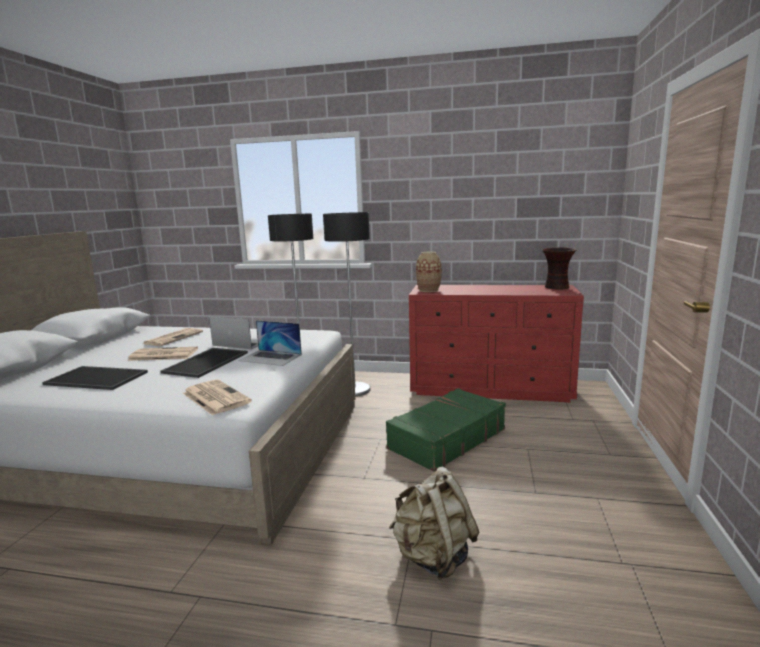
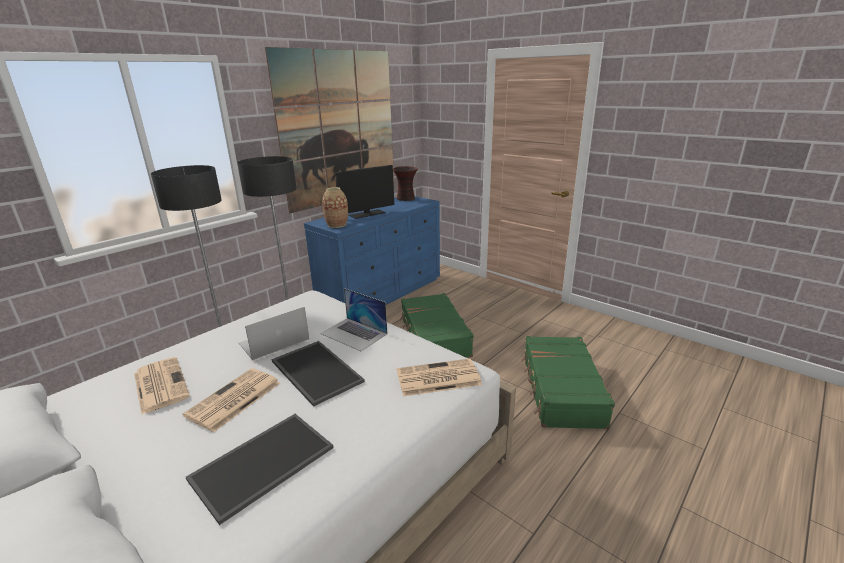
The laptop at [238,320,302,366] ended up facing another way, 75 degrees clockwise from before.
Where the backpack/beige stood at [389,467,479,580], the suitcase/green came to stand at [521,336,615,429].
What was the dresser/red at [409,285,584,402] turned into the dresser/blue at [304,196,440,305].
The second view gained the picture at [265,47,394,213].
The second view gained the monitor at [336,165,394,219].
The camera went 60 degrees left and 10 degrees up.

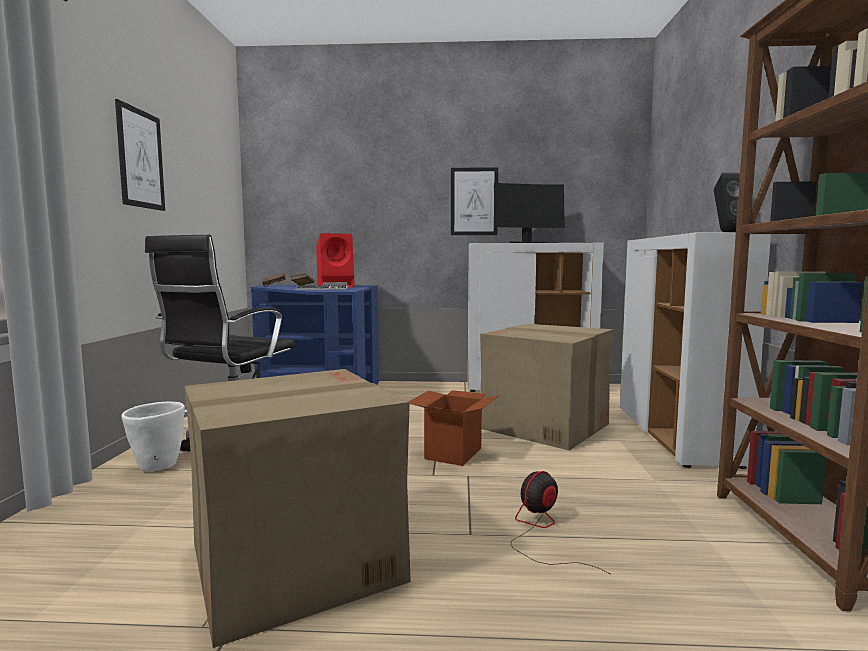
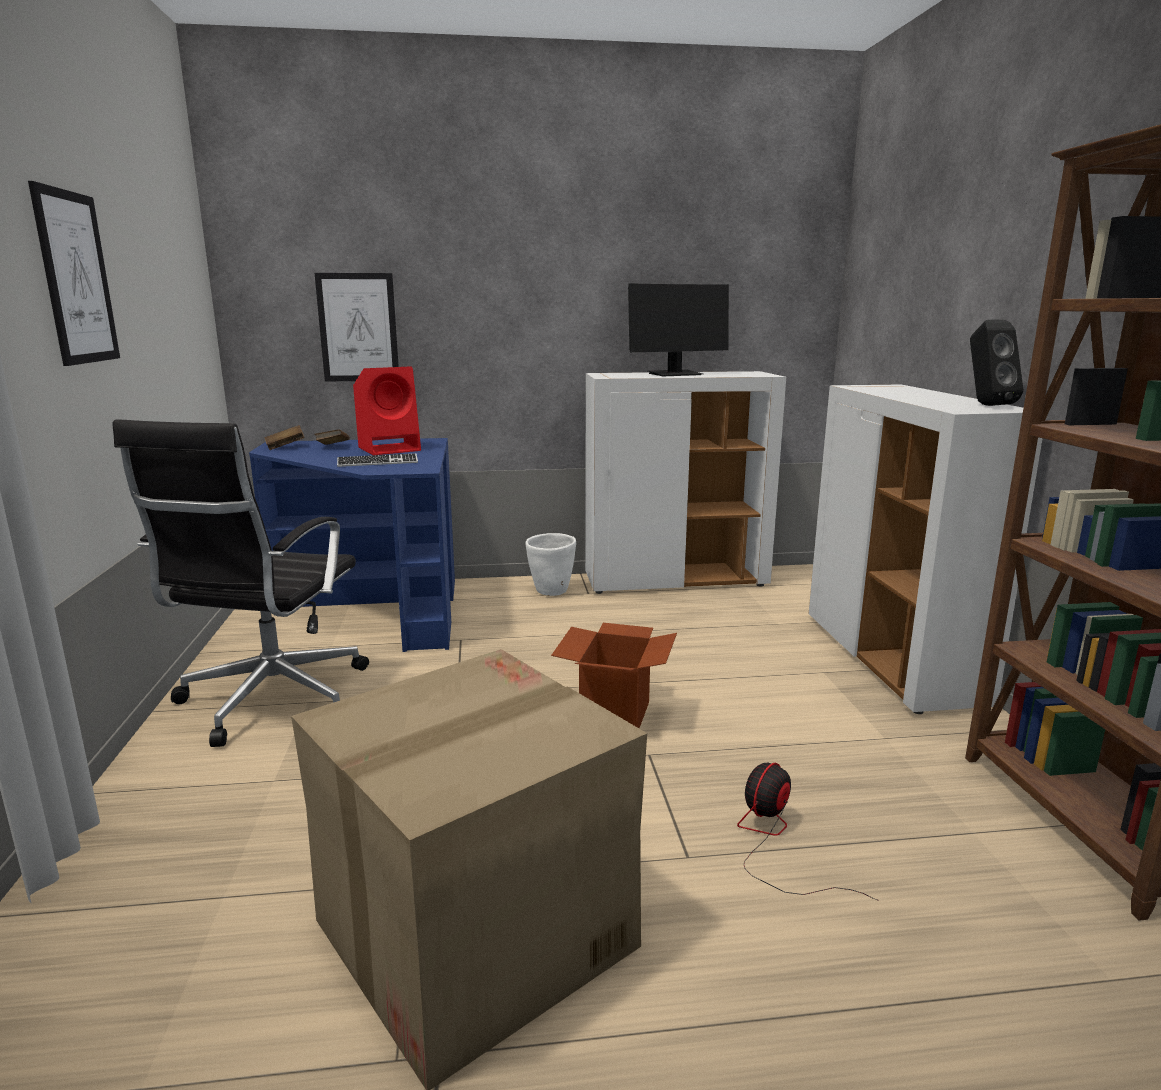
The planter/white ended up elsewhere, having gone from [121,402,185,471] to [526,533,576,596].
The picture ended up elsewhere, having gone from [451,167,498,235] to [315,273,399,381].
The second view lost the cardboard box at [480,324,614,450].
The camera went 10 degrees left and 10 degrees up.

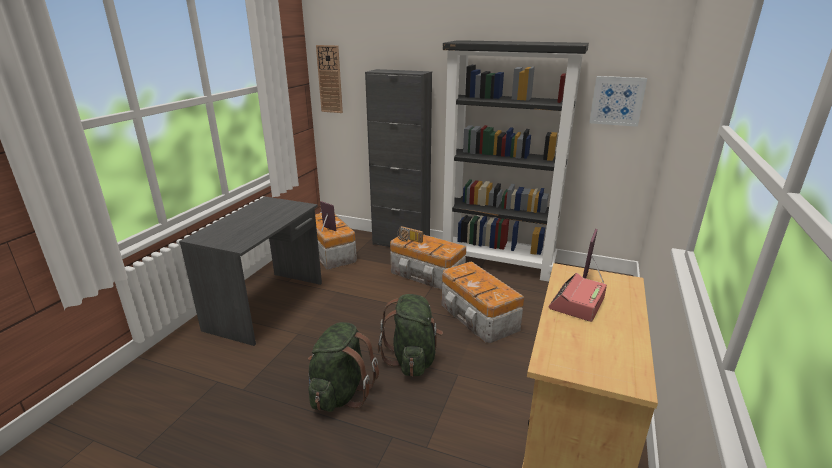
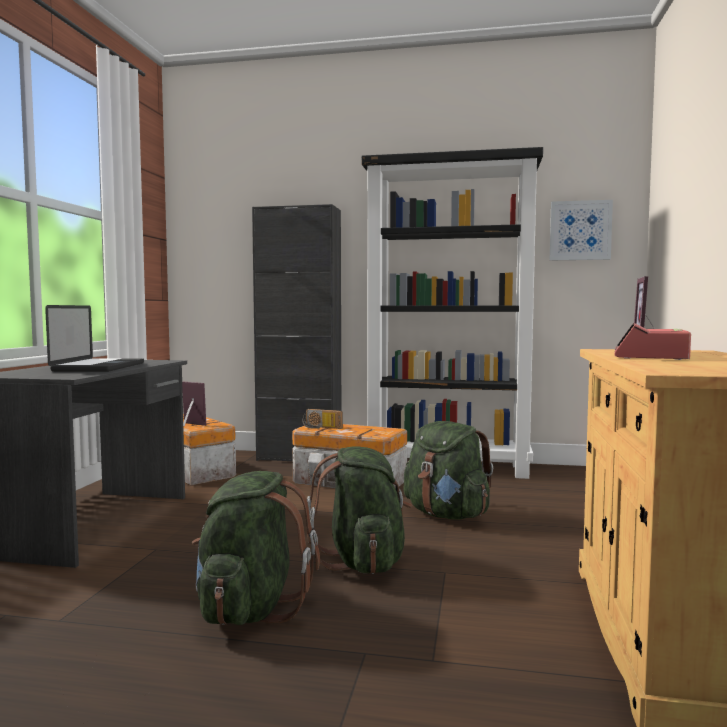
The second view lost the wall clock at [316,45,343,113].
Where the storage box stood at [442,261,524,343], the backpack/green came to stand at [403,421,493,520].
The second view gained the laptop at [45,305,144,372].
The camera went 10 degrees left and 20 degrees down.

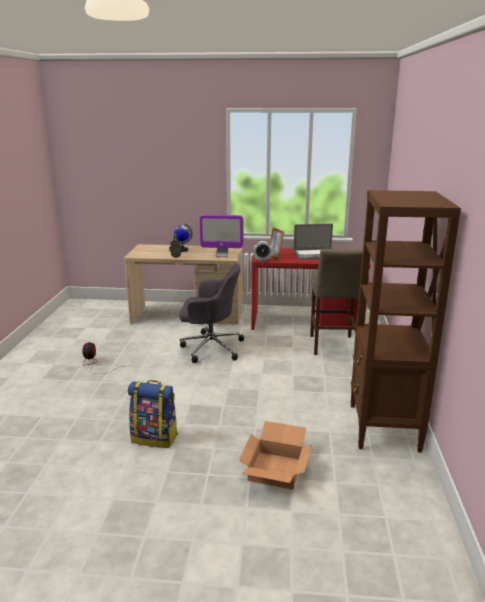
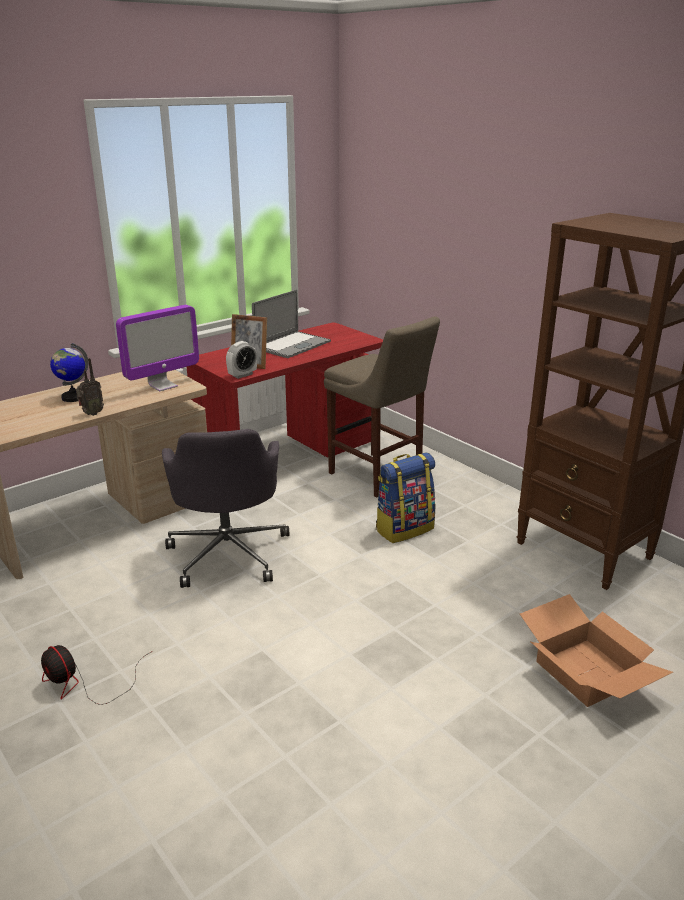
The backpack ended up elsewhere, having gone from [128,380,178,448] to [376,452,436,543].
The office chair/grey at [179,263,244,363] ended up facing another way, 120 degrees clockwise from before.
The camera went 45 degrees left and 5 degrees up.

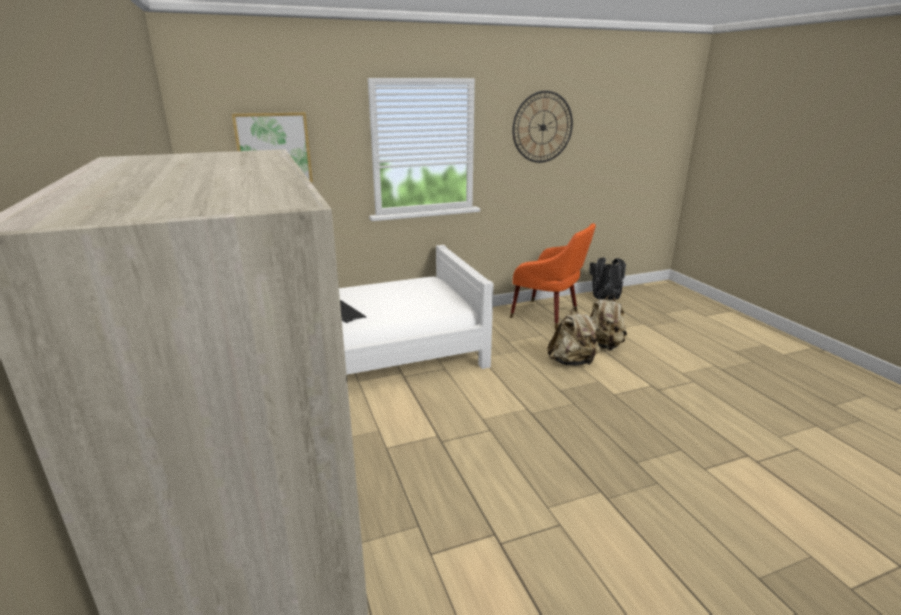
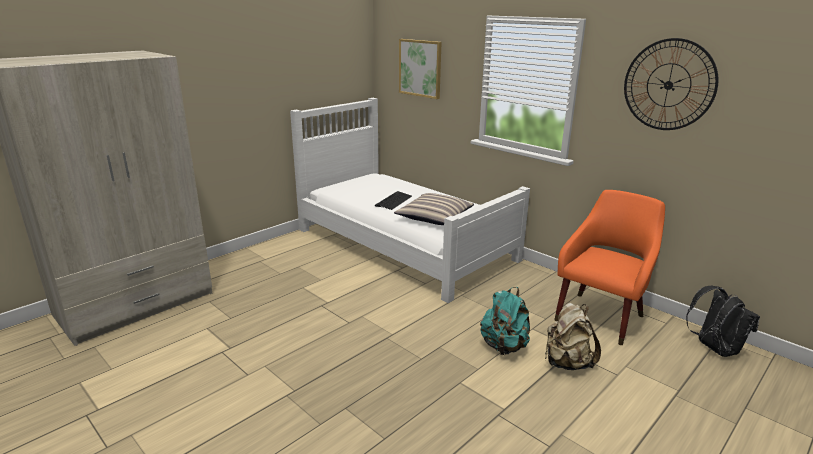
The armchair/orange at [510,223,596,330] ended up facing another way, 150 degrees counterclockwise from before.
What was the backpack/beige at [547,307,600,366] turned into the backpack/turquoise at [480,287,530,355].
The second view gained the pillow at [394,193,474,225].
The camera went 65 degrees right and 0 degrees up.

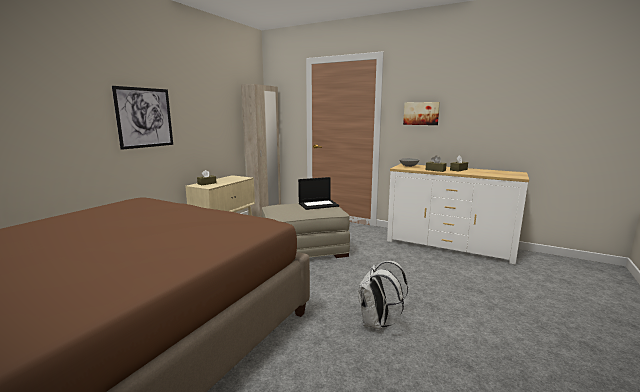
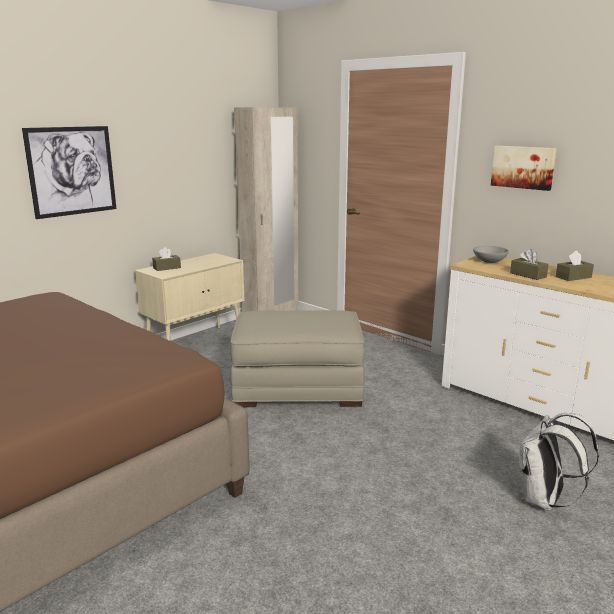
The second view lost the laptop at [298,177,339,210].
The backpack/white ended up elsewhere, having gone from [358,261,408,330] to [519,413,599,510].
The camera went 15 degrees right and 5 degrees up.

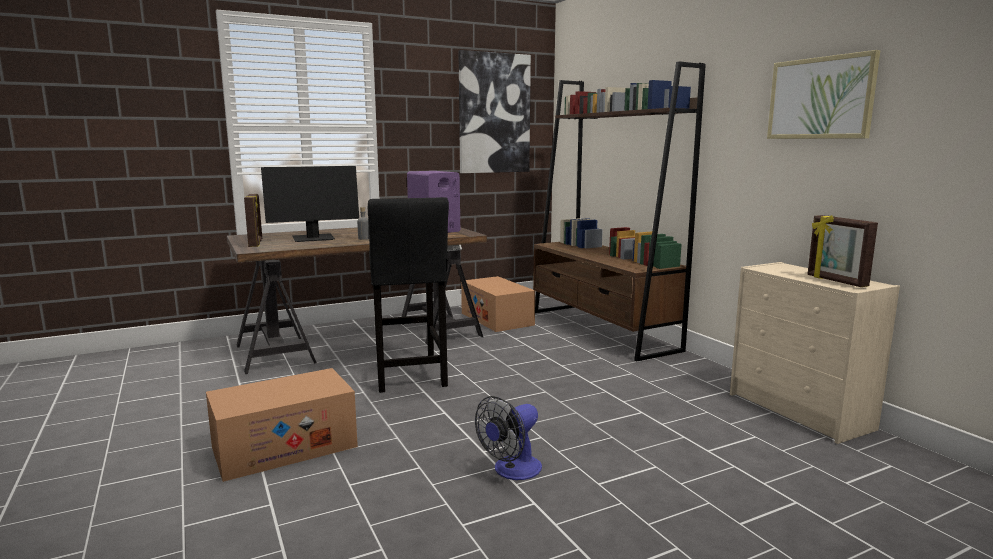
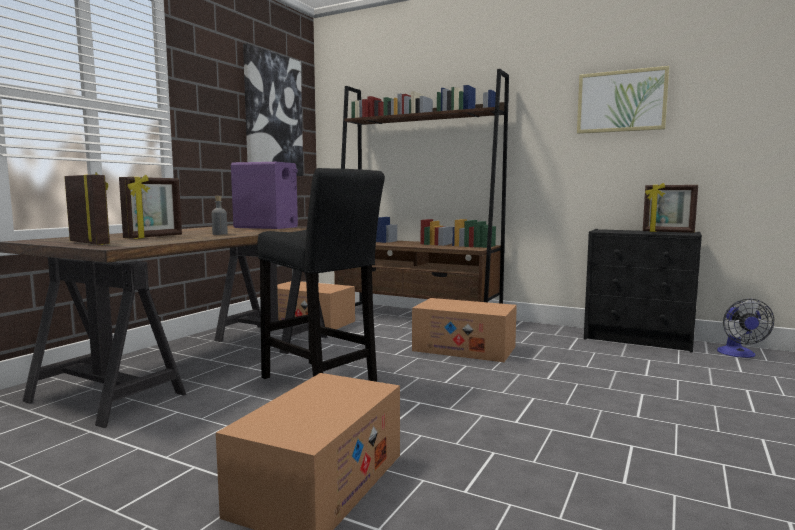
Where the monitor stood at [261,166,359,242], the picture frame came to stand at [119,175,182,239].
The fan ended up elsewhere, having gone from [475,396,542,480] to [717,299,774,358].
What was the dresser/beige at [730,262,900,444] turned into the dresser/black at [584,229,702,353].
The second view gained the cardboard box at [412,298,517,362].
The camera went 35 degrees left and 5 degrees down.

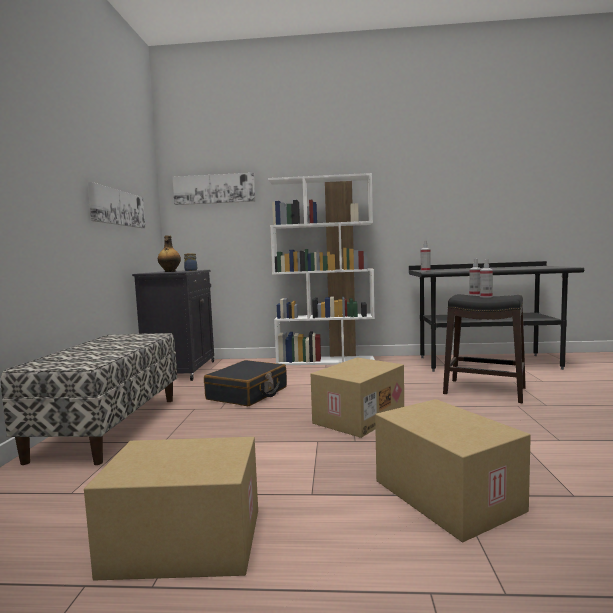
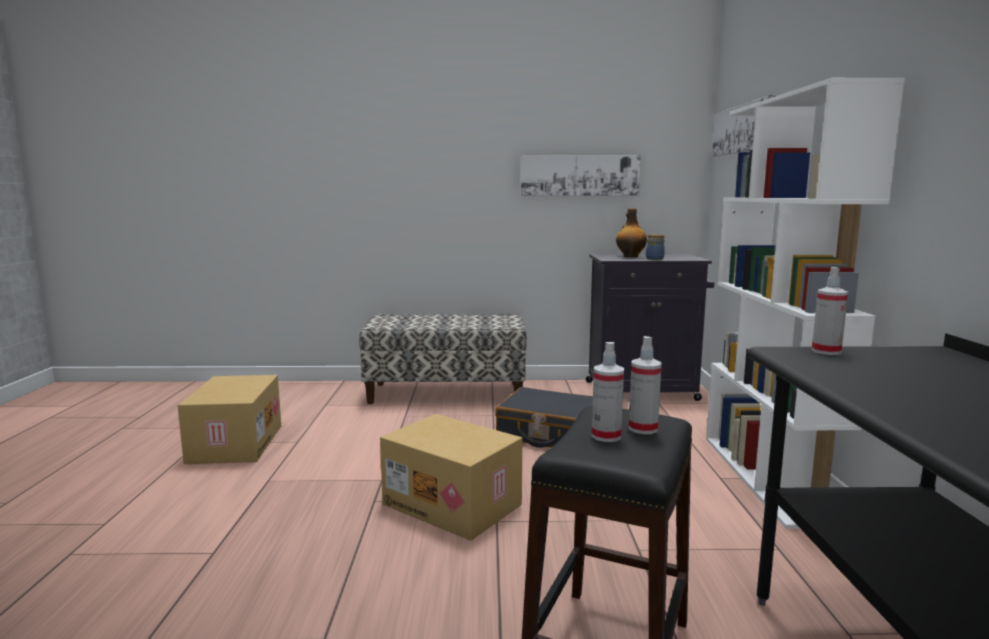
The second view lost the cardboard box at [375,399,531,542].
The camera went 85 degrees right and 5 degrees up.

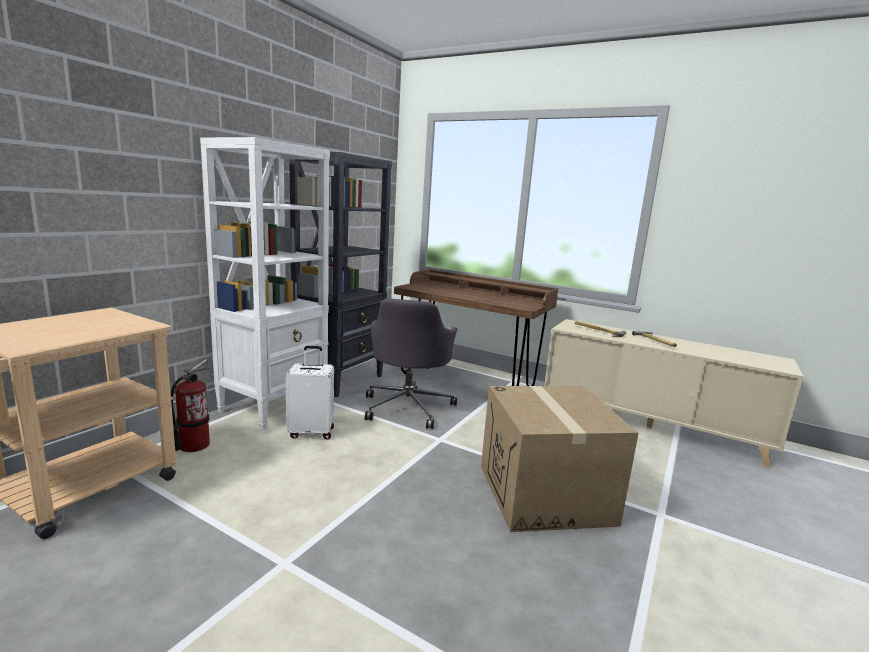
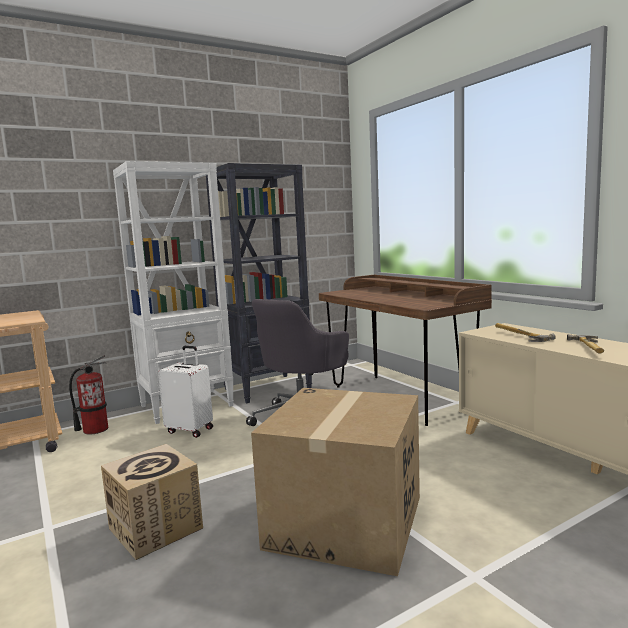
The second view gained the cardboard box at [101,444,203,560].
The camera went 30 degrees right and 5 degrees down.

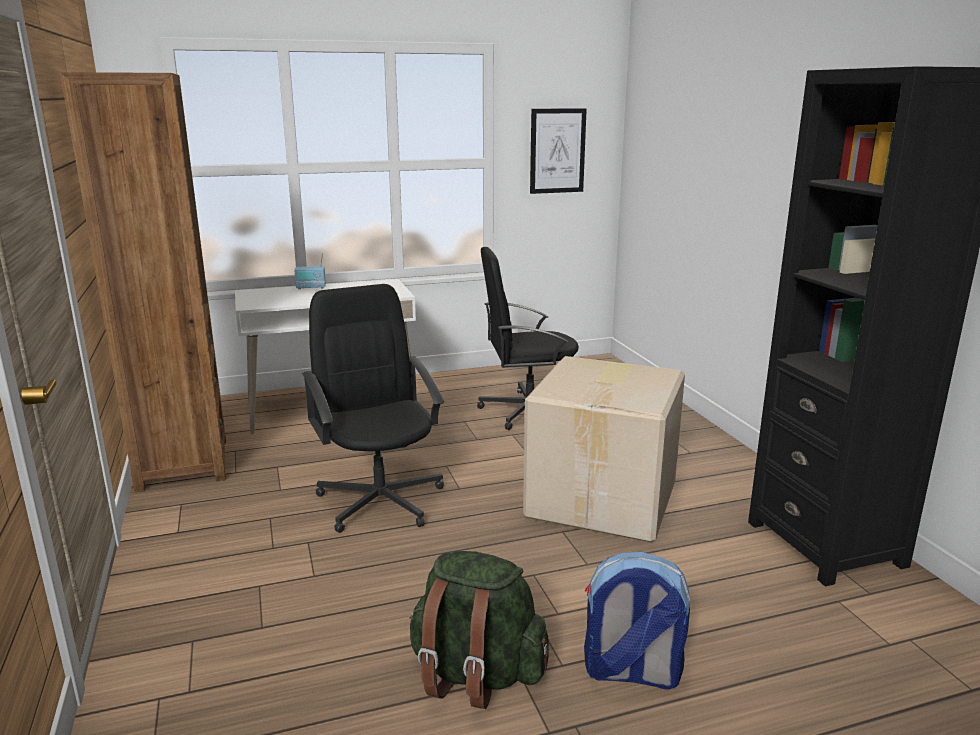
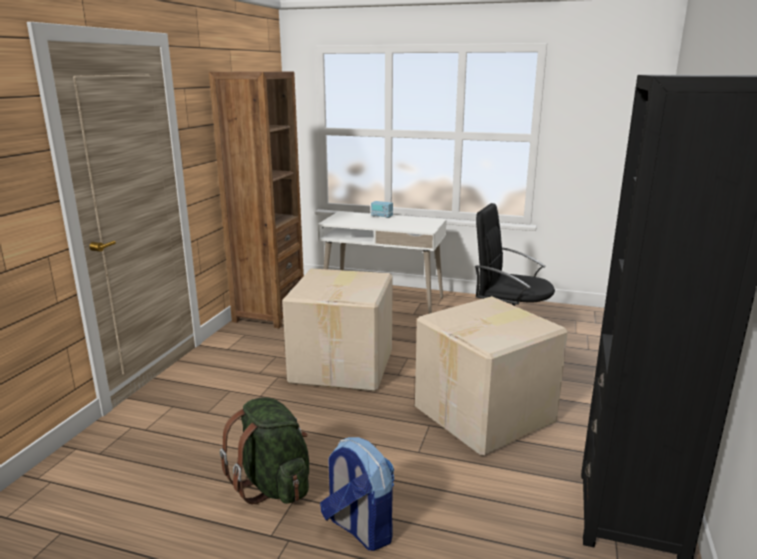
Where the office chair/black stood at [302,284,444,533], the cardboard box came to stand at [282,269,393,391].
The second view lost the picture at [530,108,587,194].
The camera went 35 degrees right and 0 degrees up.

